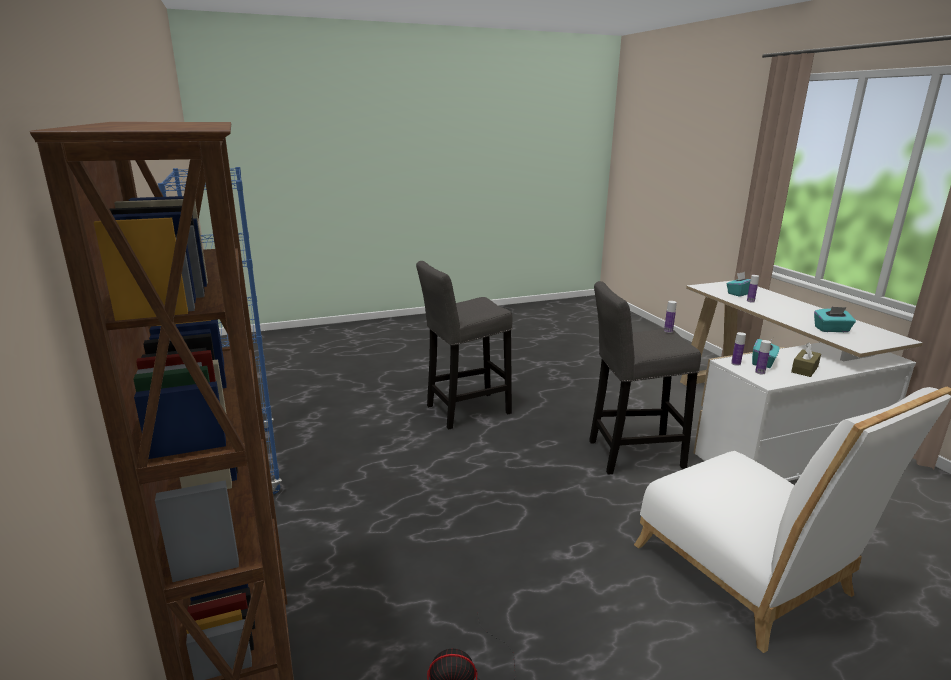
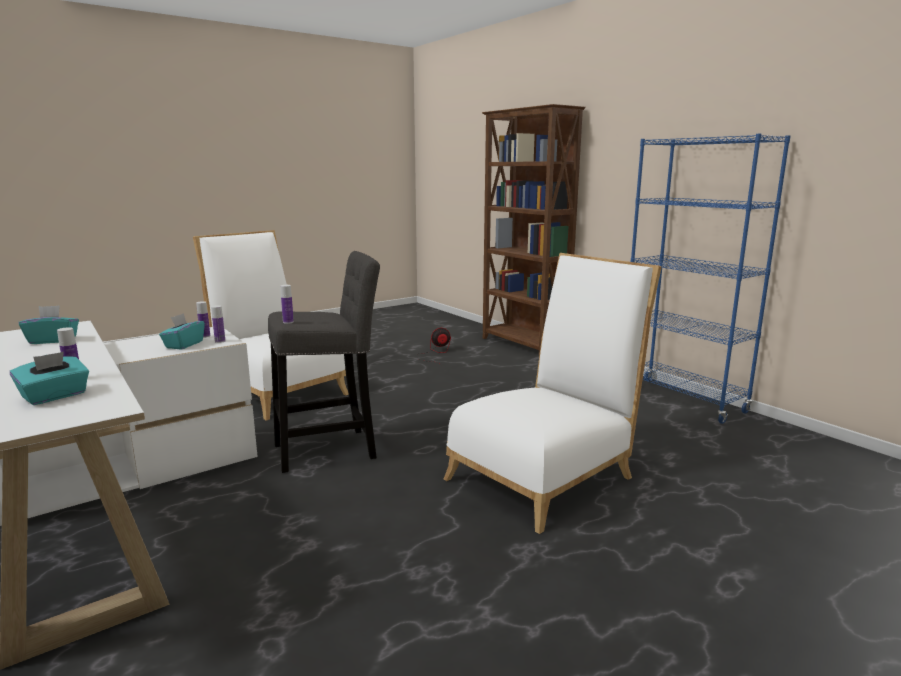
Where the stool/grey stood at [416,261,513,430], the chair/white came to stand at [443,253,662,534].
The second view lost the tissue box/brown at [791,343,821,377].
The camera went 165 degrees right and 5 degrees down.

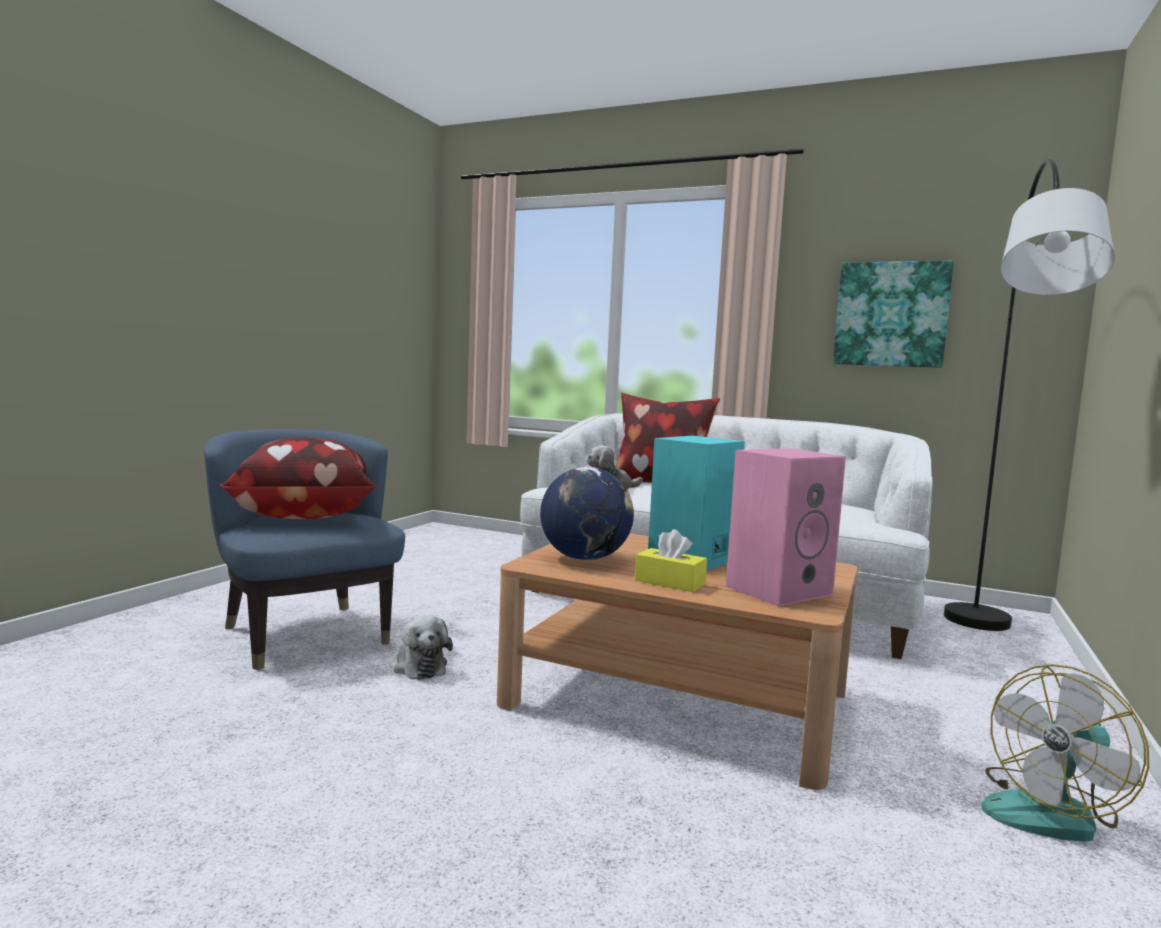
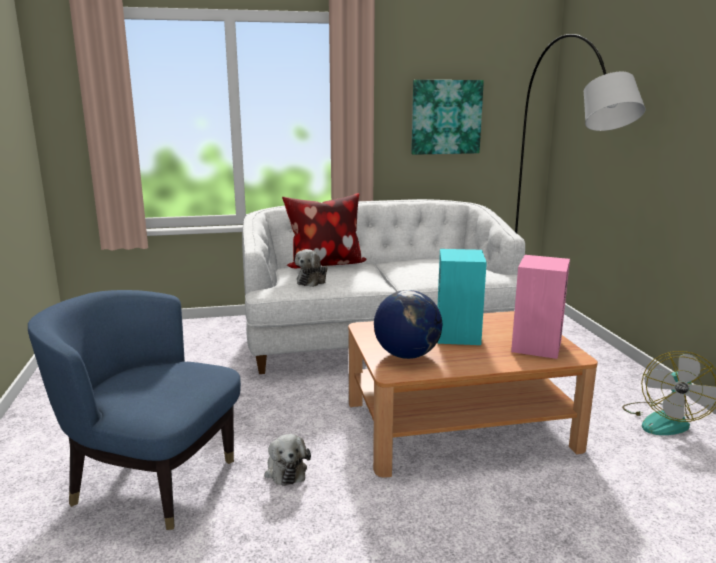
The second view lost the pillow at [218,437,376,519].
The plush toy at [394,615,453,680] ended up facing another way, 45 degrees clockwise from before.
The second view lost the tissue box/yellow at [635,529,707,592].
The camera went 35 degrees left and 10 degrees up.

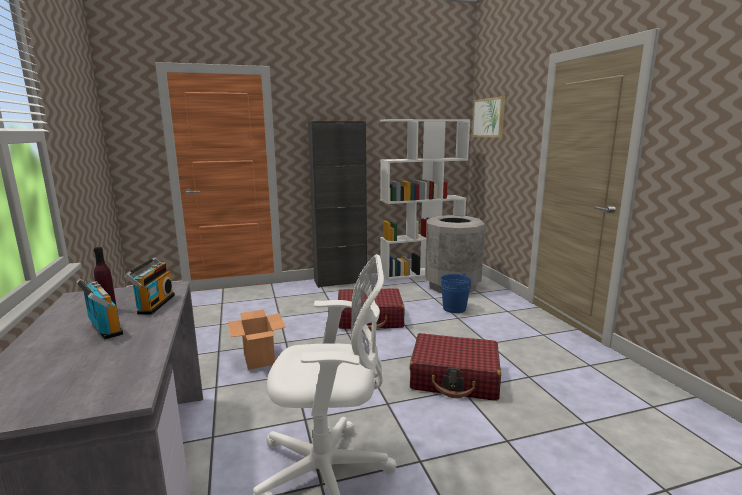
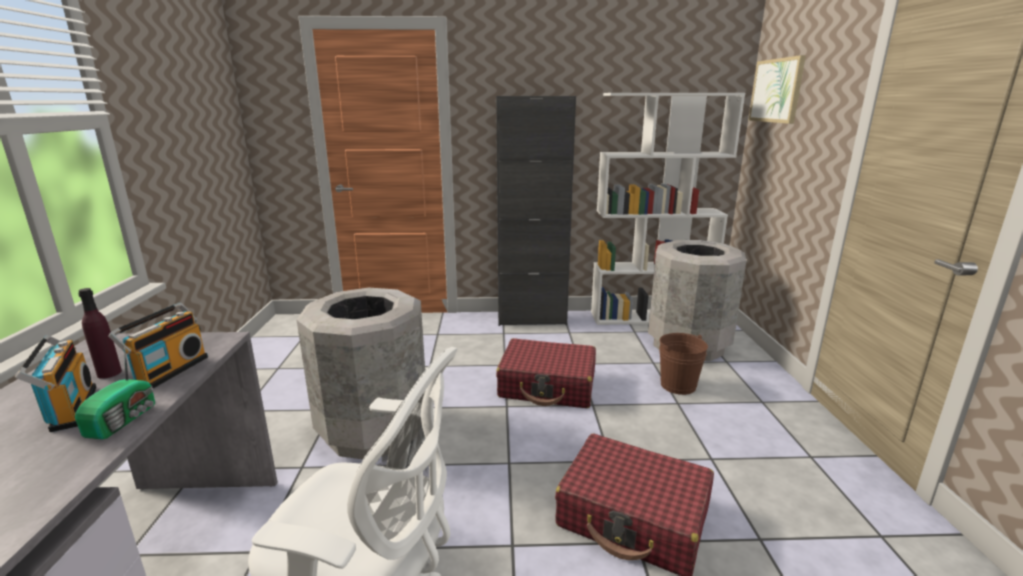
Where the cardboard box stood at [228,310,286,370], the trash can/grey came to stand at [297,288,425,459].
What was the bucket/blue at [440,273,472,313] turned into the bucket/brown at [659,333,708,395].
The second view gained the radio at [75,346,155,440].
The camera went 15 degrees right and 5 degrees up.

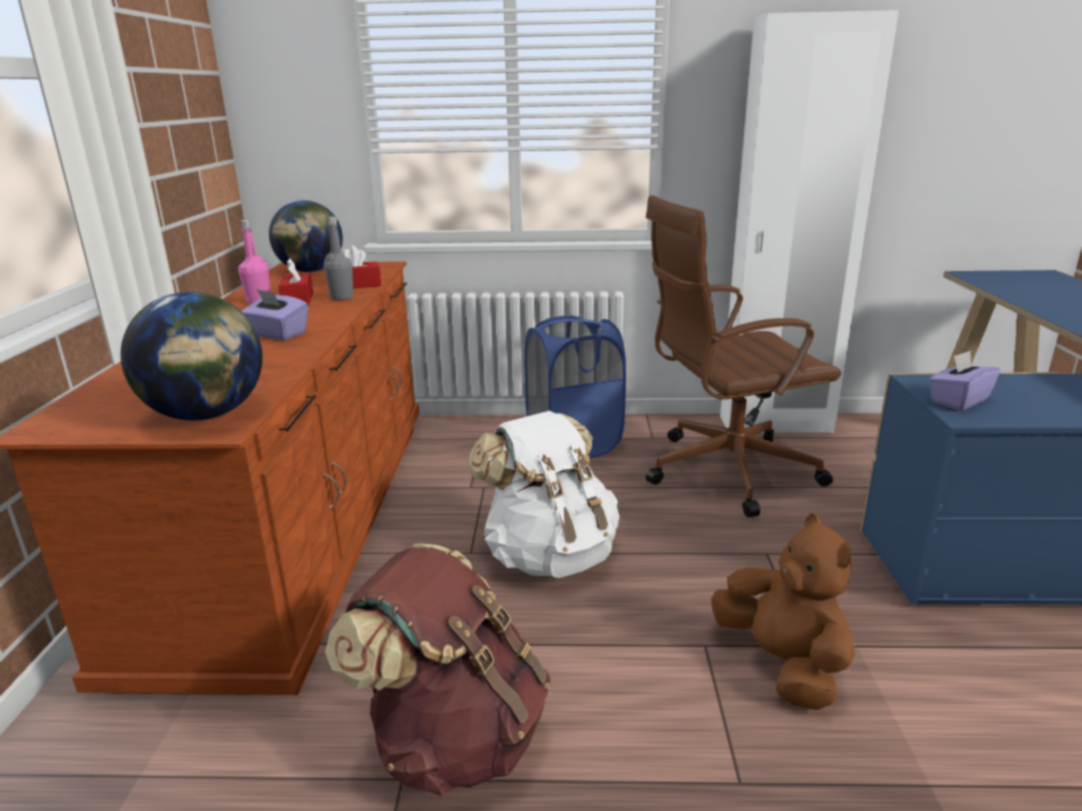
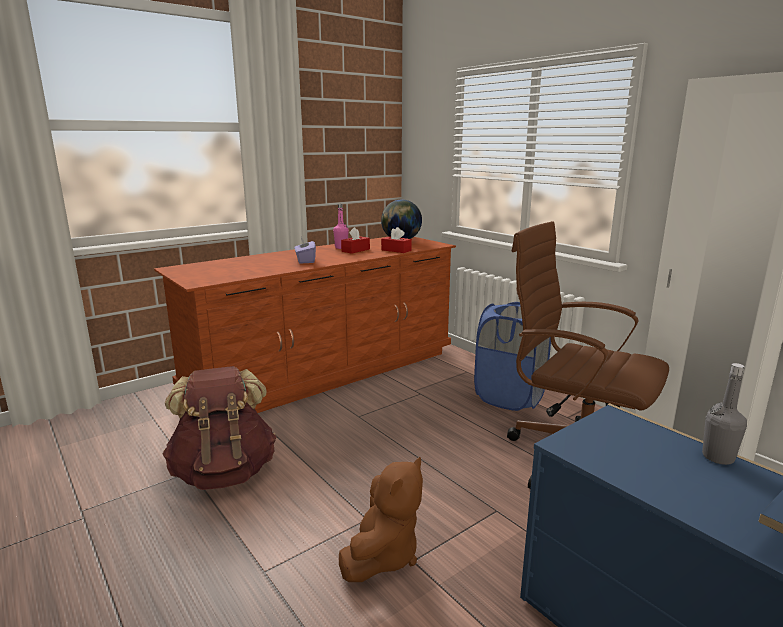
The second view lost the globe at [121,292,263,420].
The bottle/grey ended up elsewhere, having gone from [324,216,354,300] to [702,363,747,465].
The second view lost the backpack/white at [468,411,619,578].
The second view lost the tissue box/purple at [929,351,1000,411].
The camera went 50 degrees right and 5 degrees down.

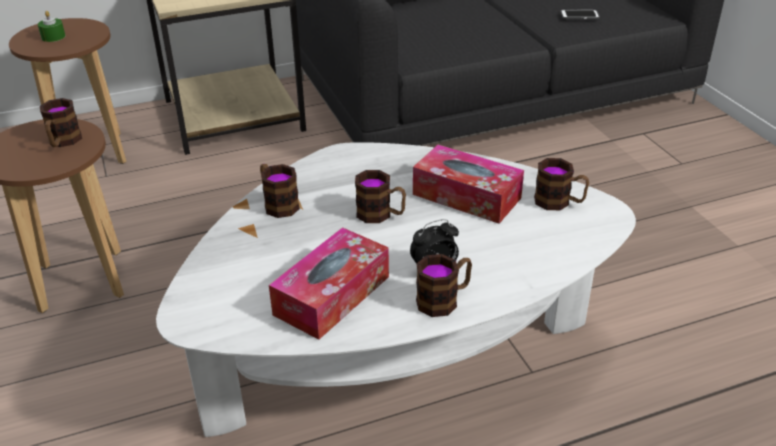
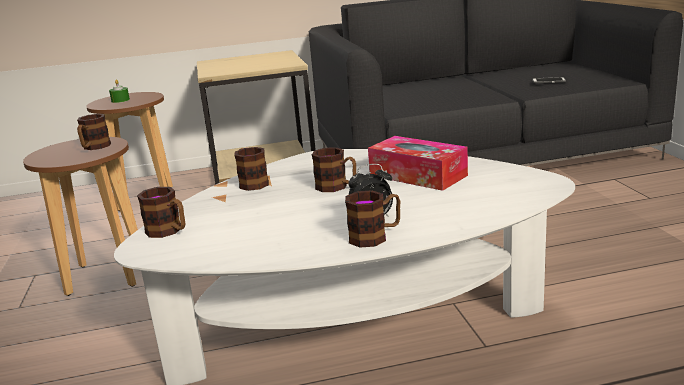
The second view lost the tissue box at [269,227,389,340].
The mug ended up elsewhere, having gone from [534,158,589,210] to [137,187,185,238].
The camera went 10 degrees right and 15 degrees down.

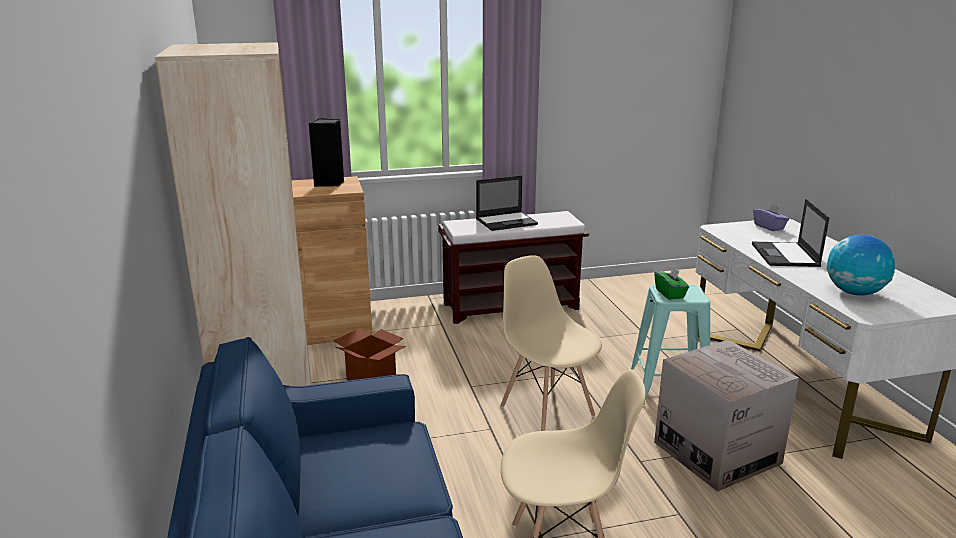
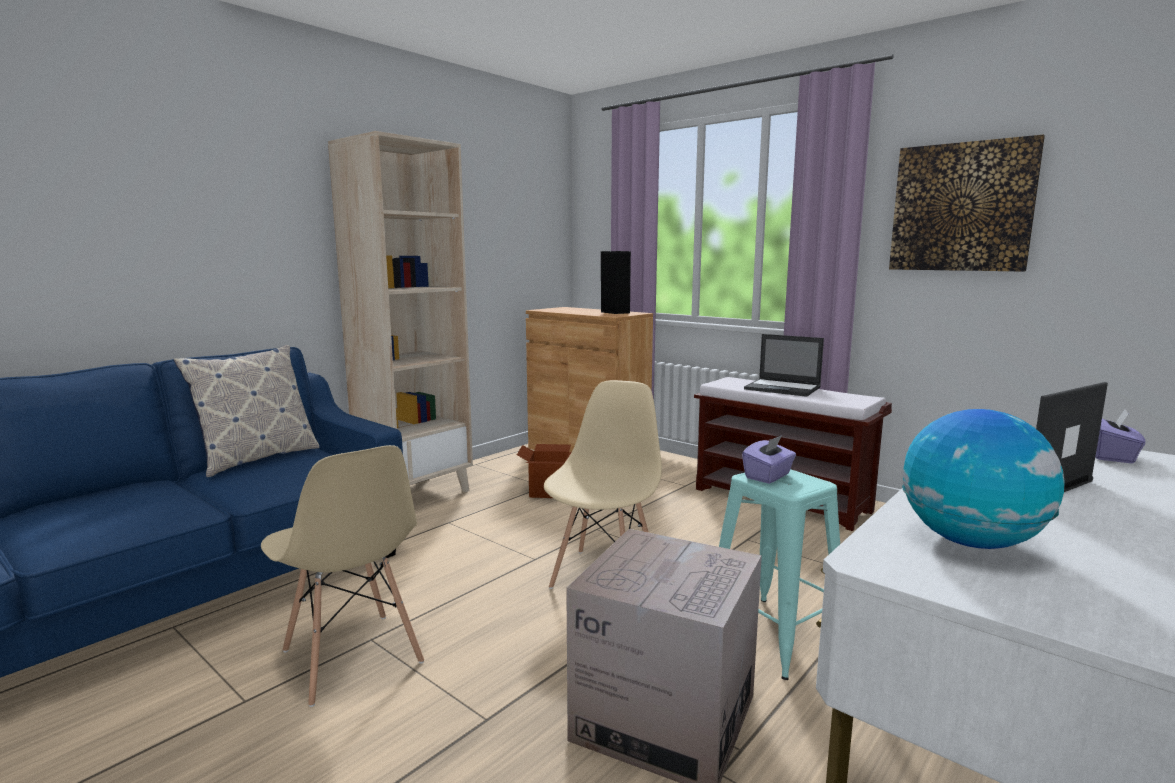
What was the tissue box/green at [654,266,689,300] turned into the tissue box/purple at [742,435,796,484].
The second view gained the pillow at [174,345,320,477].
The second view gained the picture at [889,135,1045,272].
The camera went 55 degrees right and 10 degrees down.

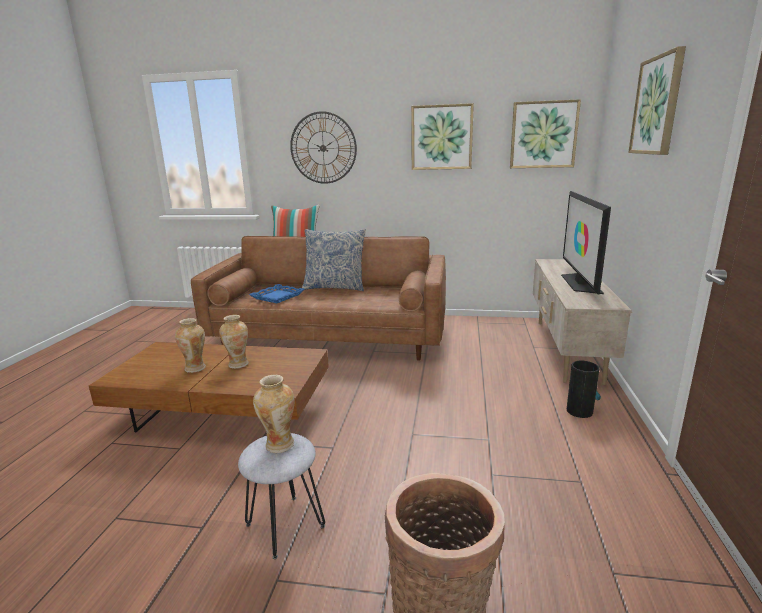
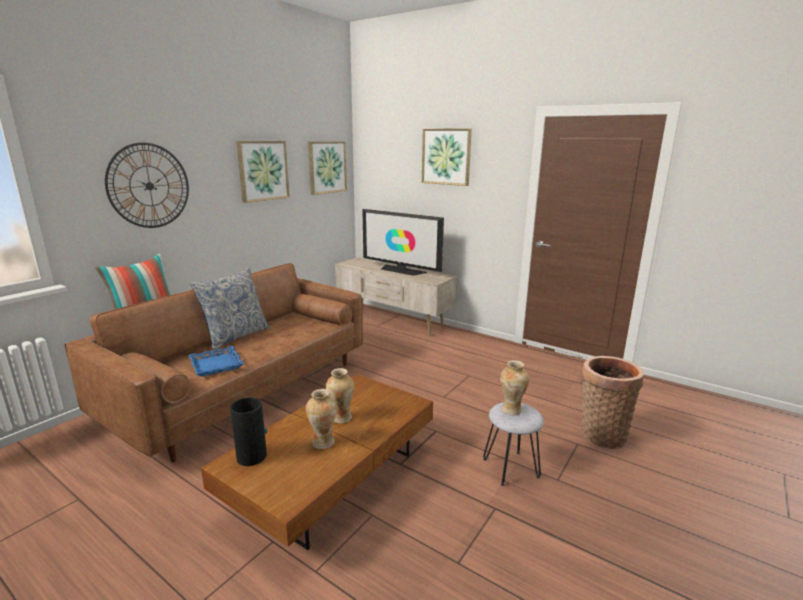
The vase ended up elsewhere, having gone from [567,361,601,418] to [230,397,267,466].
The camera went 65 degrees left and 0 degrees up.

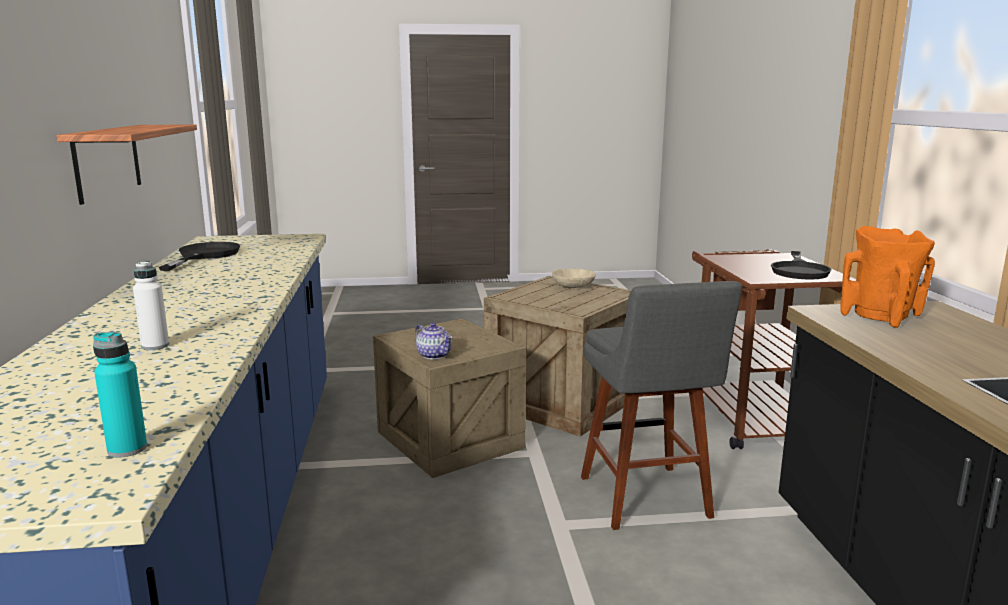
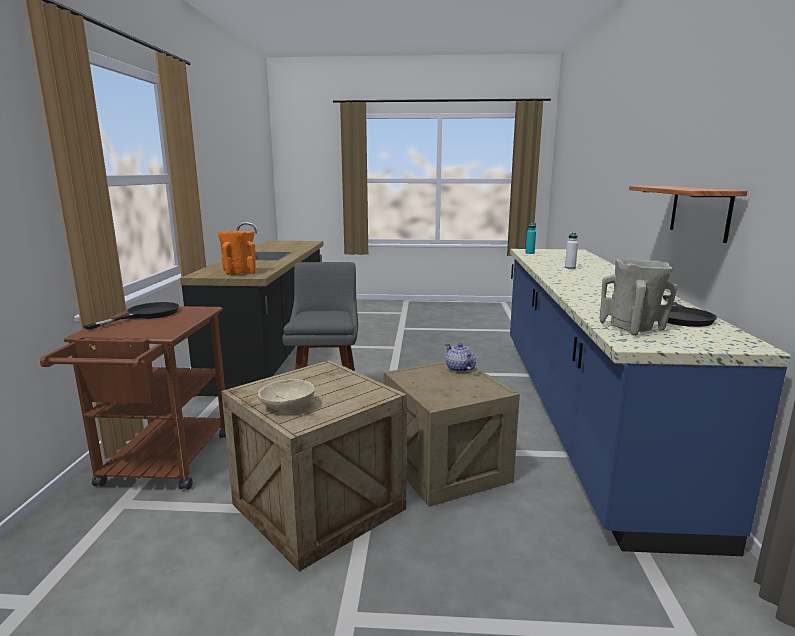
The second view gained the vase/beige at [600,257,677,336].
The camera went 170 degrees left and 0 degrees up.

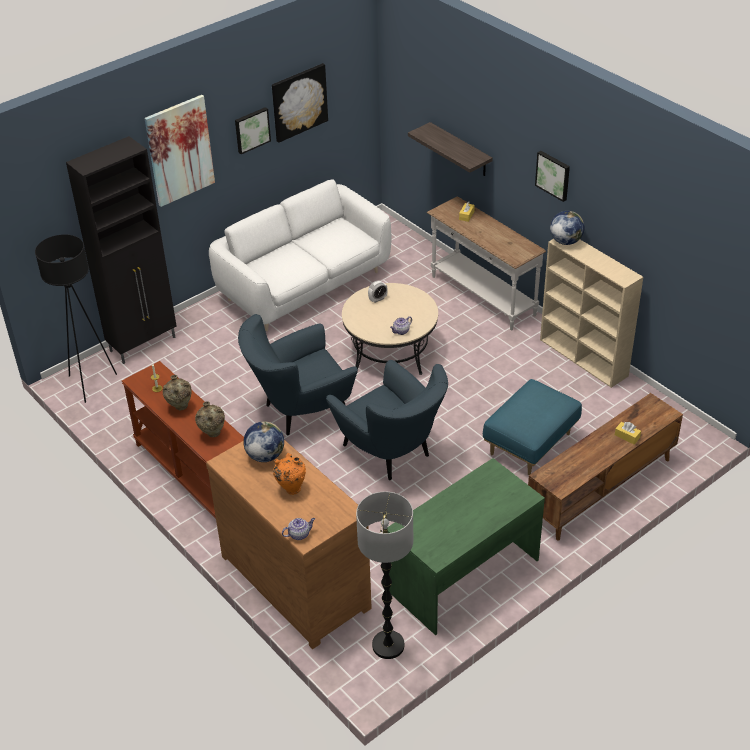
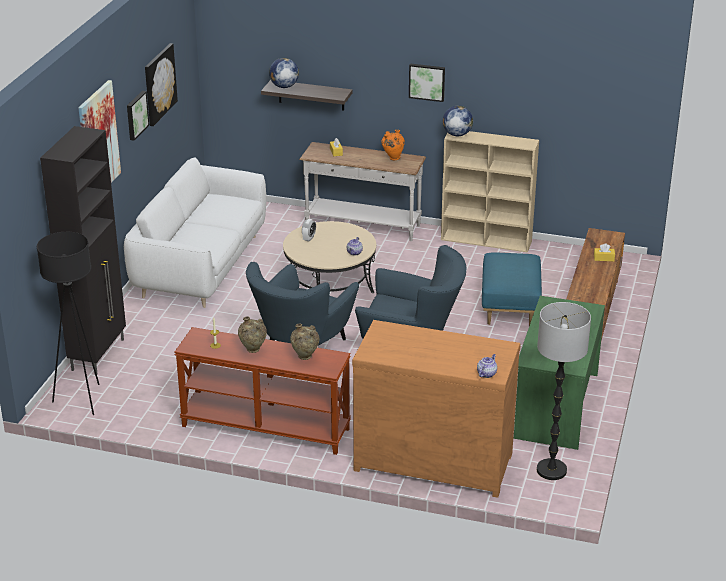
The globe ended up elsewhere, having gone from [243,421,284,462] to [269,58,299,88].
The vase/orange ended up elsewhere, having gone from [273,453,306,495] to [381,129,405,160].
The camera went 35 degrees left and 10 degrees down.

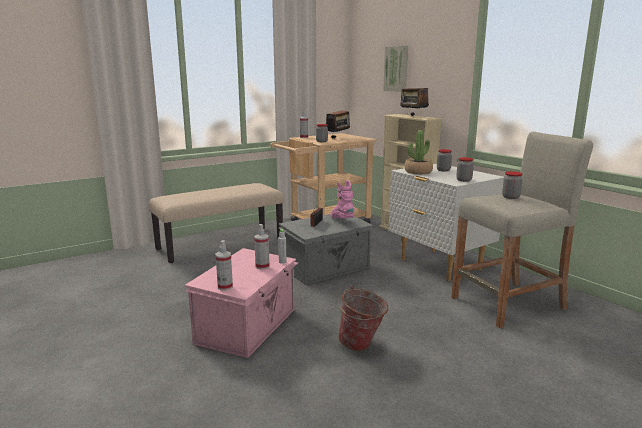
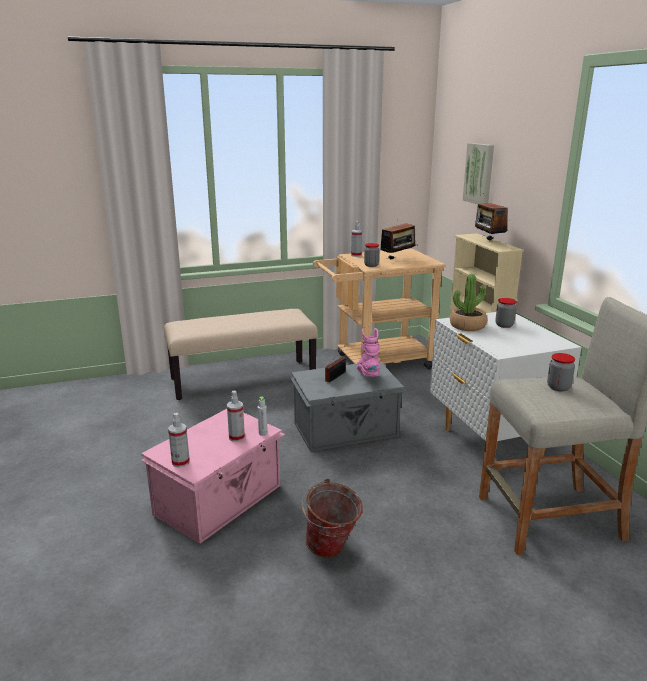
The second view lost the jar at [456,157,474,182].
The camera went 15 degrees right and 5 degrees up.

